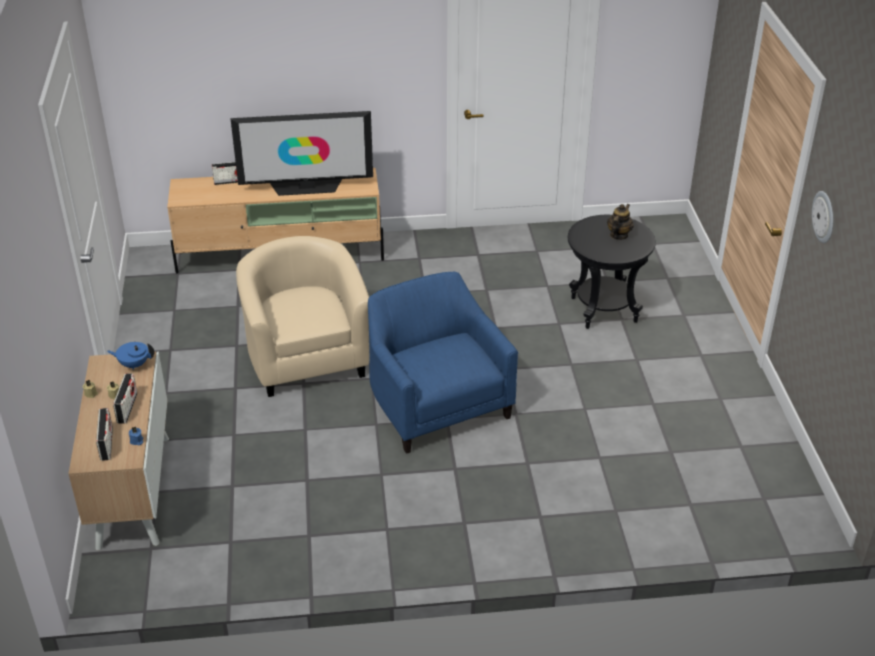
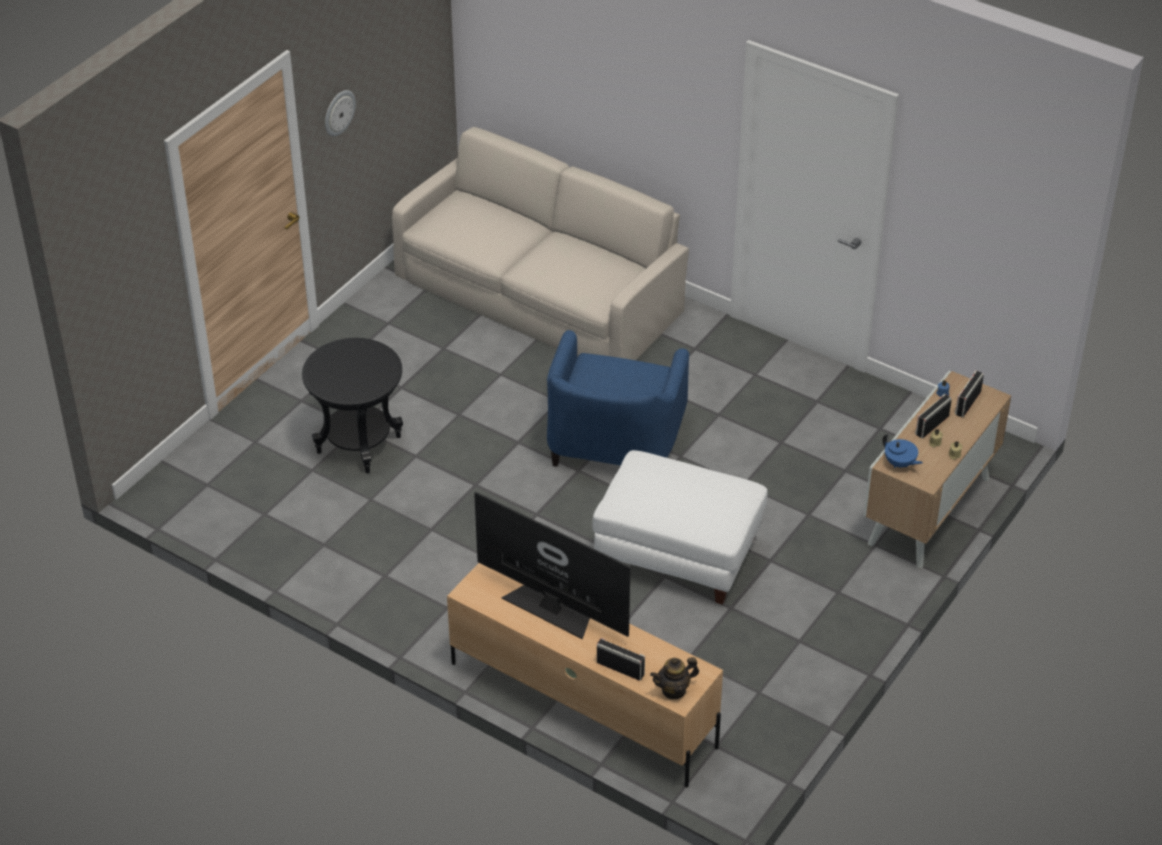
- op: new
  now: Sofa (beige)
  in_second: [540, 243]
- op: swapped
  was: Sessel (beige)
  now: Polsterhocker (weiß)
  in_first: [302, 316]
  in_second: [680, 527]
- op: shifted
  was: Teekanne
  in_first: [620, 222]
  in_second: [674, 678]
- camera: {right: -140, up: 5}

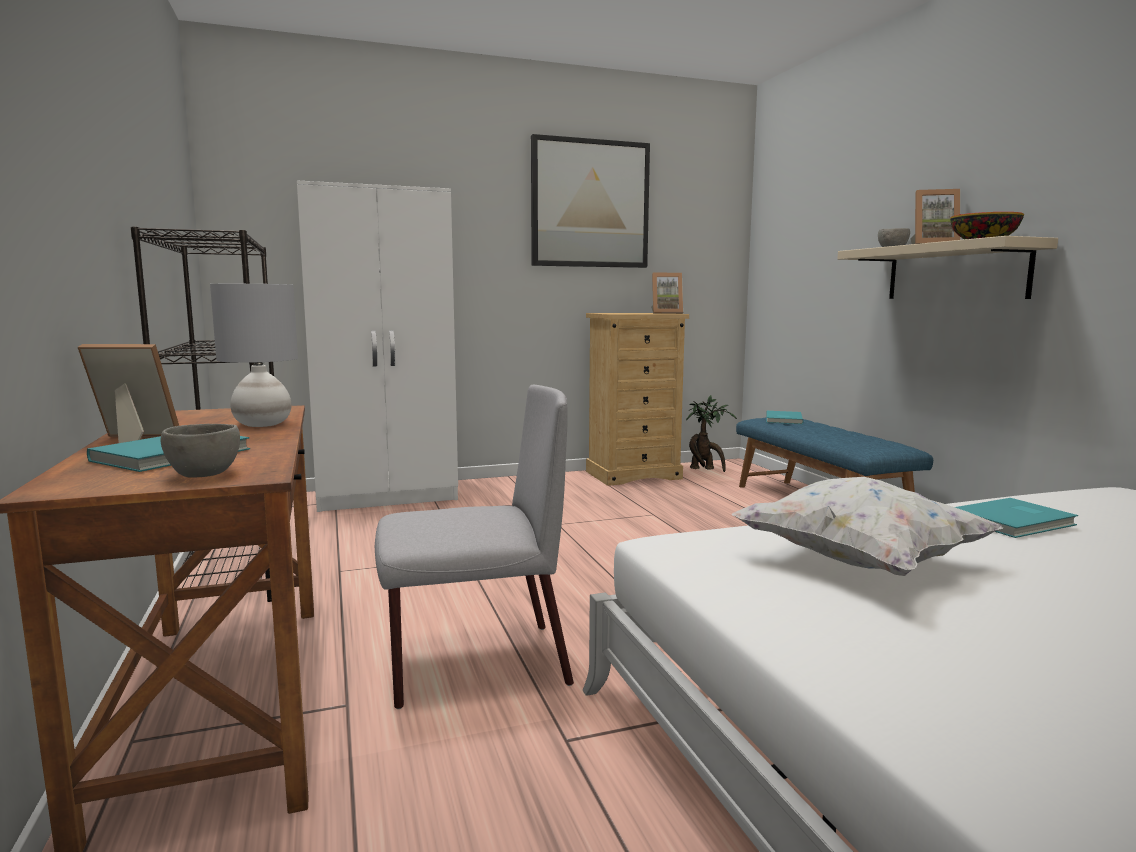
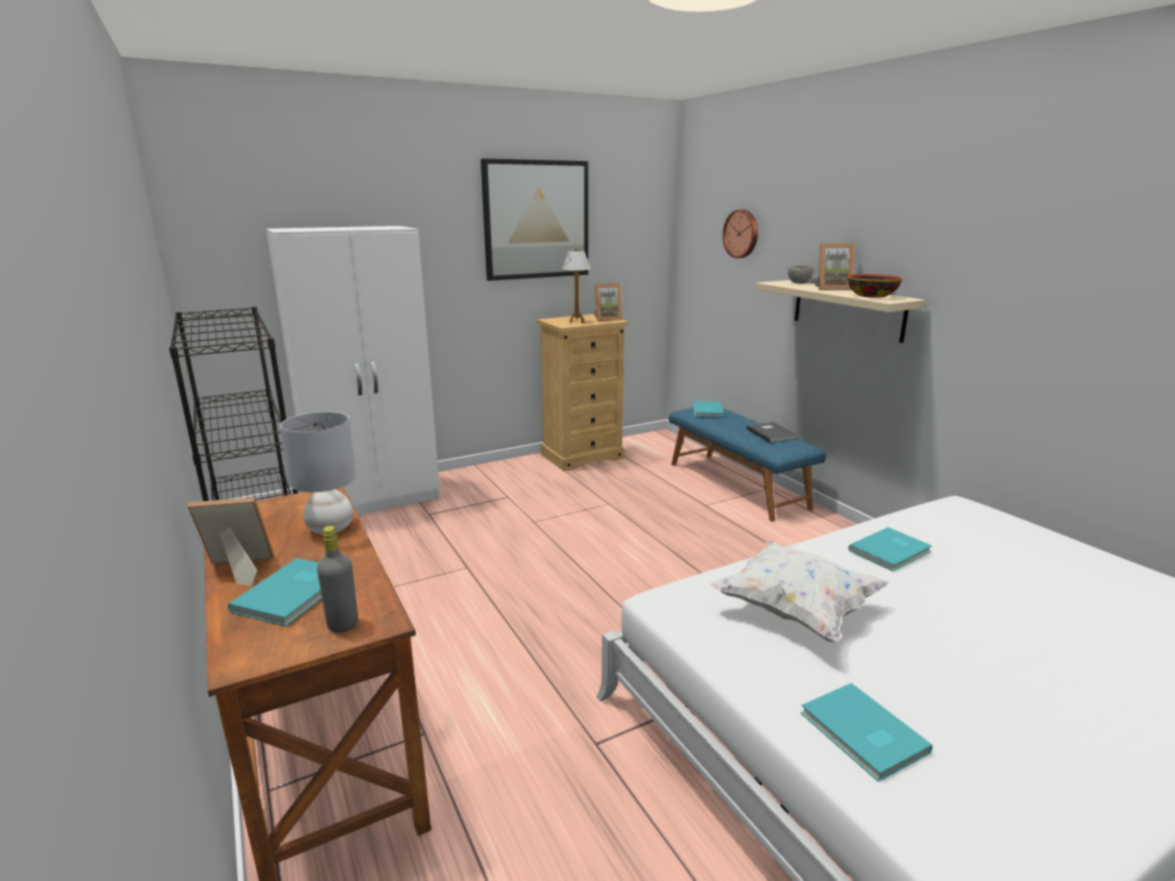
- op: swapped
  was: Schüssel (grau)
  now: Flasche (grau)
  in_first: [200, 451]
  in_second: [337, 579]
- op: new
  now: Tischlampe
  in_second: [576, 285]
- op: new
  now: Wanduhr
  in_second: [740, 234]
- op: new
  now: Buch (grau)
  in_second: [771, 432]
- op: new
  now: Buch (türkis)
  in_second: [866, 732]
- op: gone
  was: Stuhl (grau)
  in_first: [474, 547]
- op: gone
  was: Topfpflanze
  in_first: [711, 433]
- camera: {right: -10, up: 10}

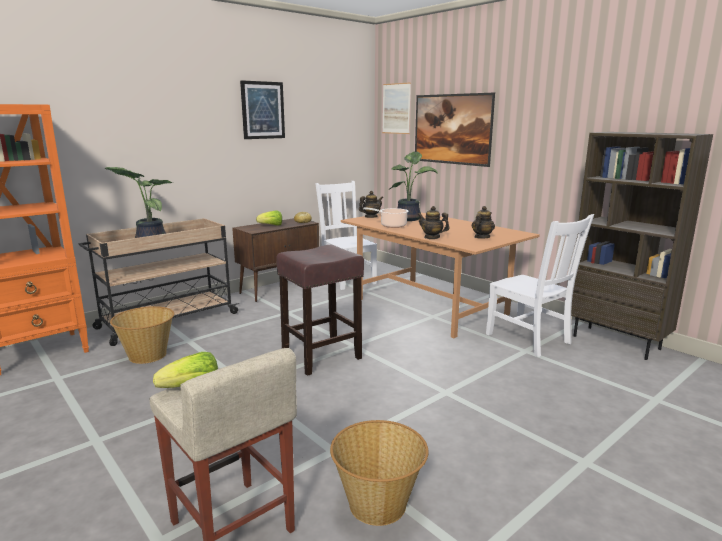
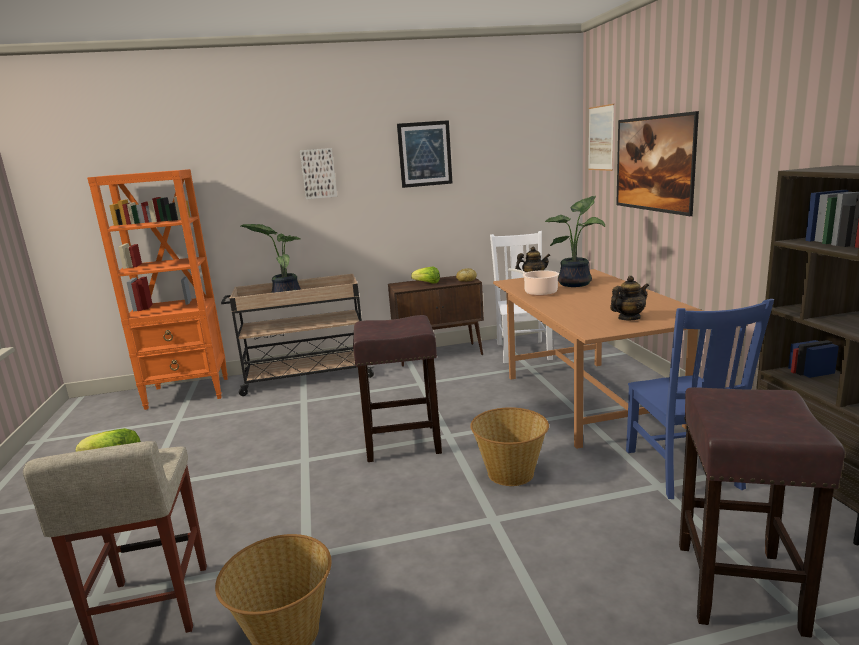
- op: new
  now: Bild
  in_second: [318, 173]
- op: shifted
  was: Korb
  in_first: [142, 335]
  in_second: [509, 446]
- op: repainted
  was: Stuhl (weiß)
  now: Stuhl (blau)
  in_first: [540, 285]
  in_second: [700, 399]
- op: new
  now: Hocker (braun)
  in_second: [762, 512]
- op: gone
  was: Teekanne
  in_first: [433, 222]
- camera: {right: 30, up: 0}

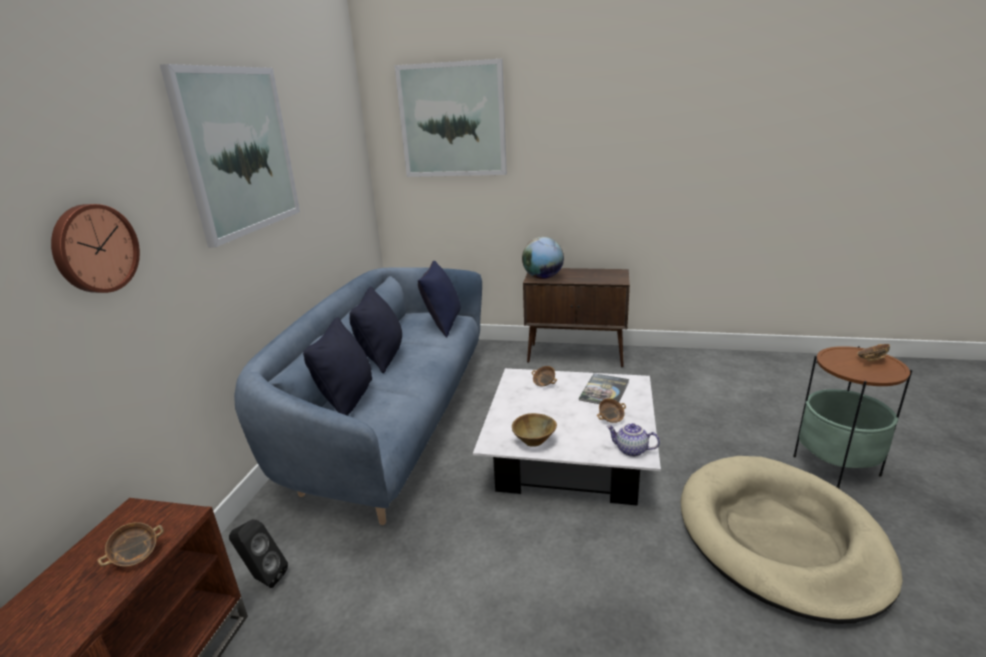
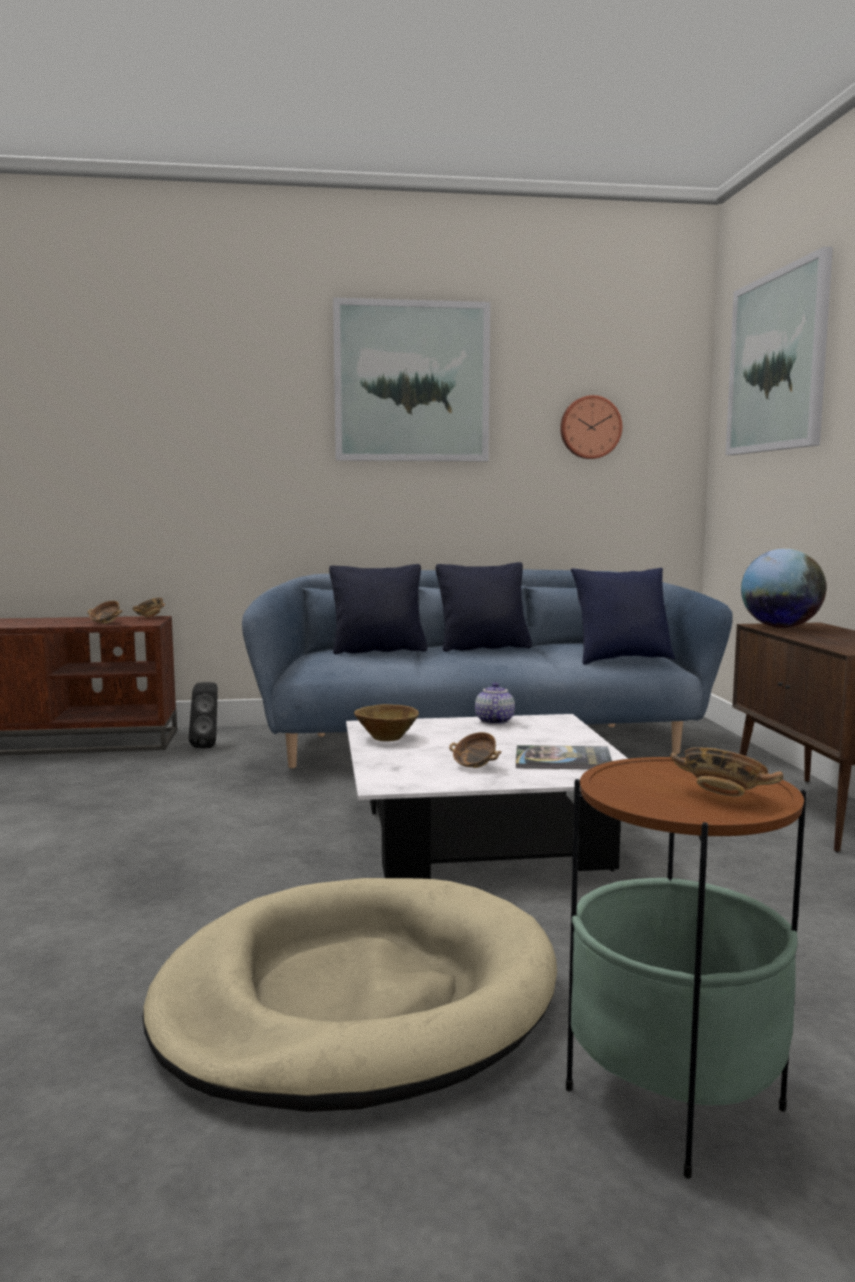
- op: shifted
  was: Schüssel
  in_first: [544, 376]
  in_second: [149, 608]
- op: shifted
  was: Teekanne
  in_first: [633, 440]
  in_second: [495, 703]
- op: shifted
  was: Wanduhr
  in_first: [95, 248]
  in_second: [591, 427]
- camera: {right: 70, up: -15}

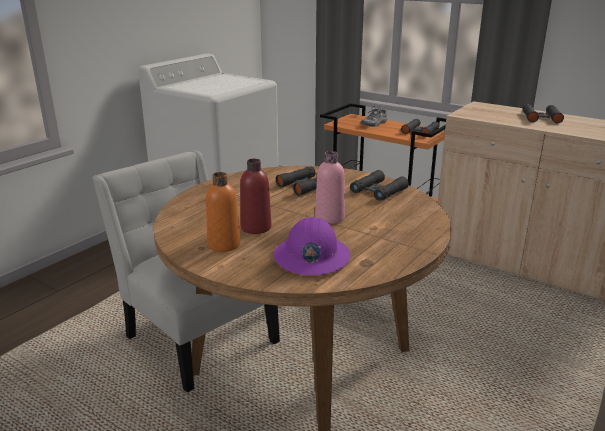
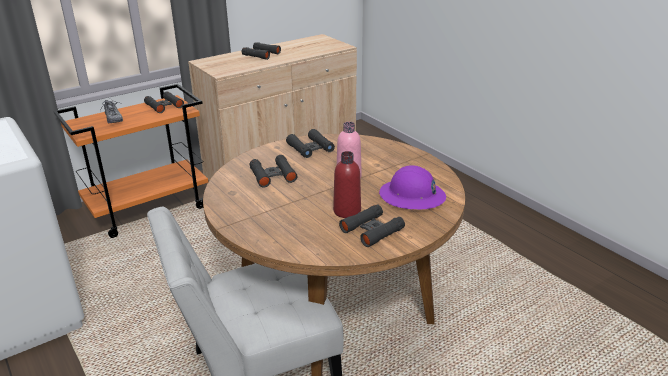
- op: swapped
  was: Flasche (orange)
  now: Fernglas (schwarz)
  in_first: [223, 212]
  in_second: [372, 225]
- camera: {right: -70, up: 5}

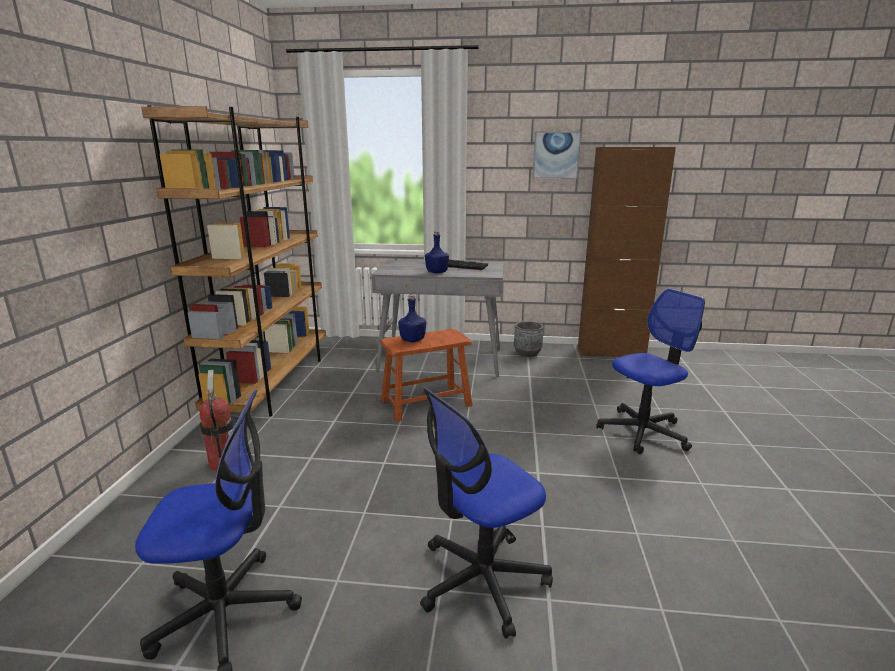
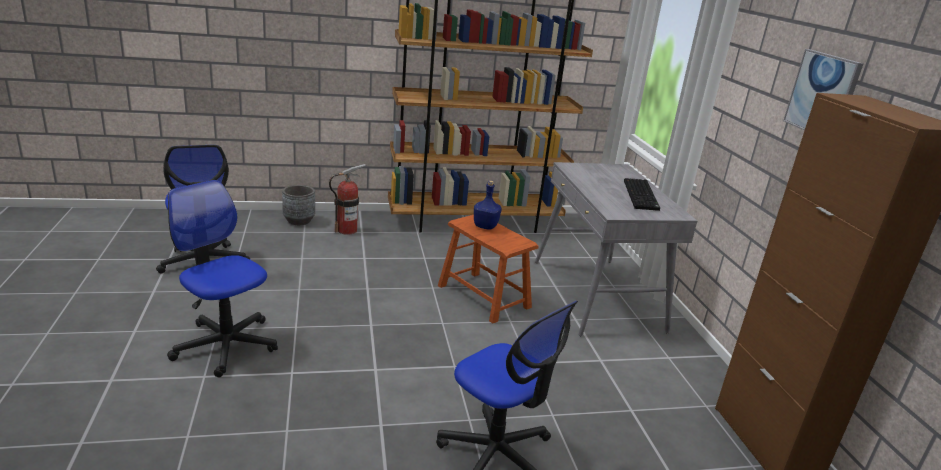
- op: shifted
  was: Pflanzkübel (grau)
  in_first: [529, 339]
  in_second: [298, 205]
- op: gone
  was: Flasche (blau)
  in_first: [437, 252]
- camera: {right: 70, up: 5}

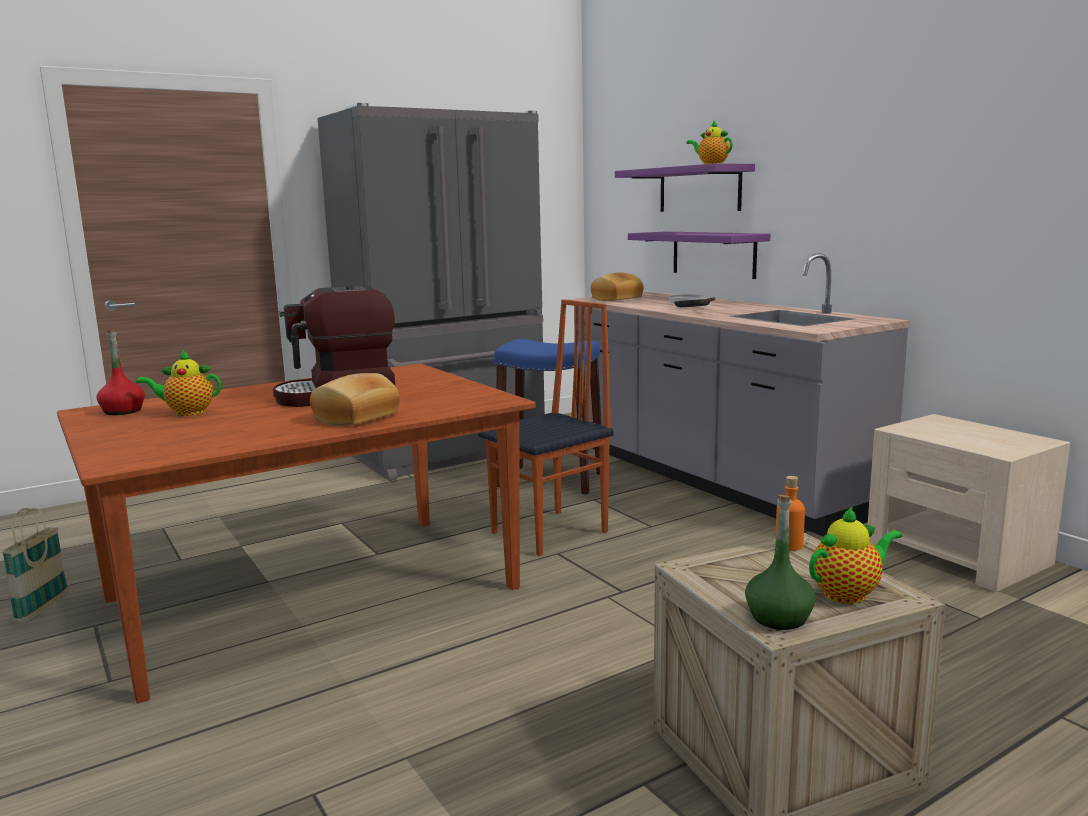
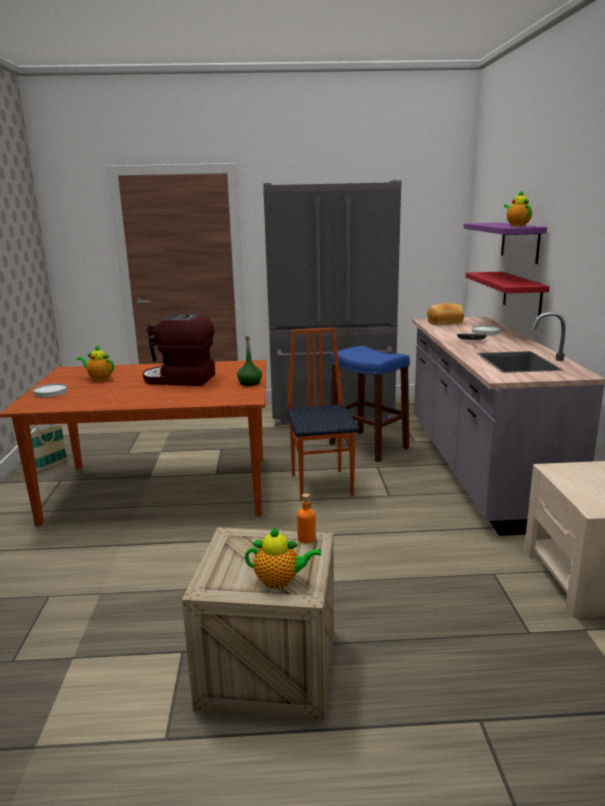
- op: new
  now: Teller (weiß)
  in_second: [50, 390]
- op: shifted
  was: Flasche (grün)
  in_first: [780, 562]
  in_second: [249, 361]
- op: rotated
  was: Stuhl
  in_first: [546, 427]
  in_second: [323, 414]
  clockwise: -90
- op: repainted
  was: Wandregal (lila)
  now: Wandregal (rot)
  in_first: [699, 255]
  in_second: [508, 294]
- op: gone
  was: Flasche (rot)
  in_first: [120, 372]
- op: gone
  was: Brot
  in_first: [355, 399]
- camera: {right: 30, up: 5}

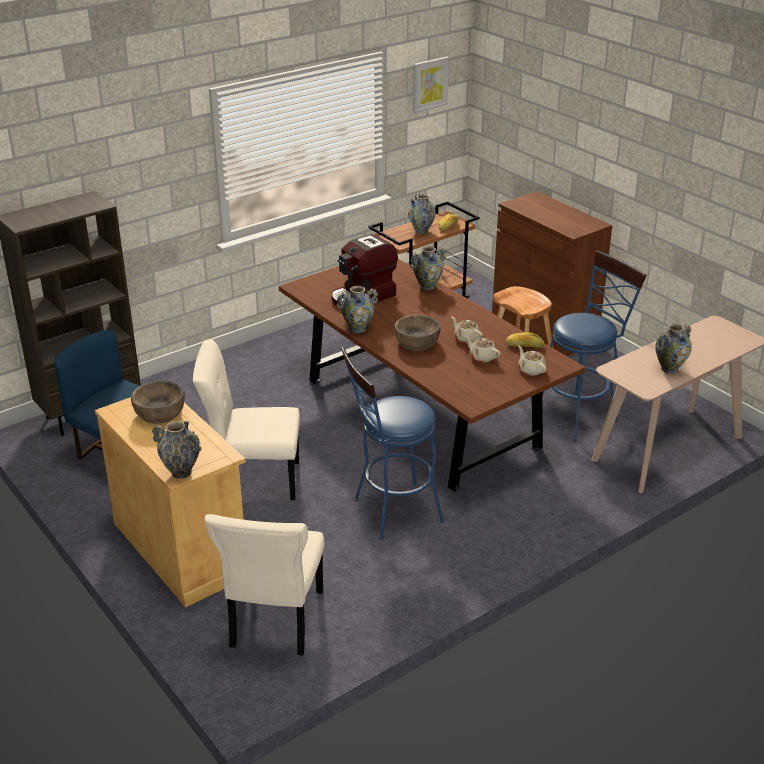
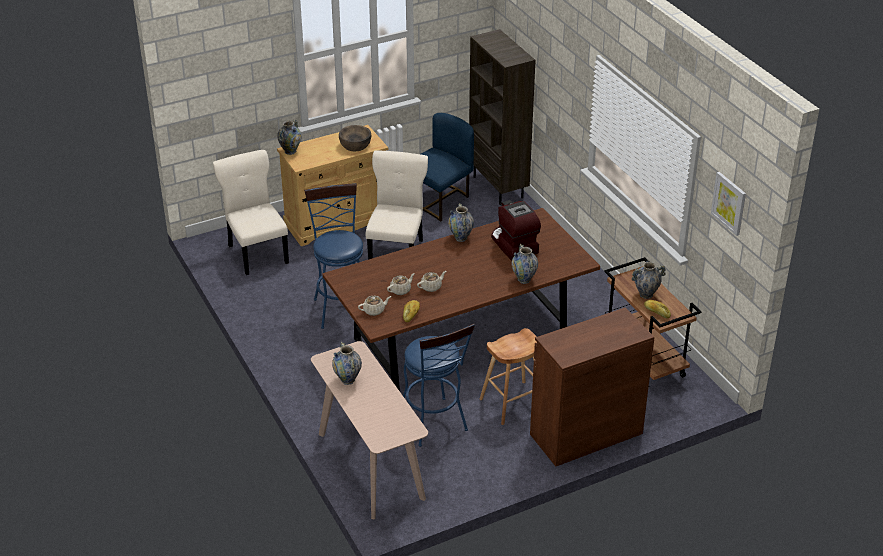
- op: rotated
  was: Stuhl (beige)
  in_first: [265, 585]
  in_second: [251, 212]
  clockwise: 45
- op: gone
  was: Schüssel (braun)
  in_first: [417, 333]
- camera: {right: 100, up: 5}

